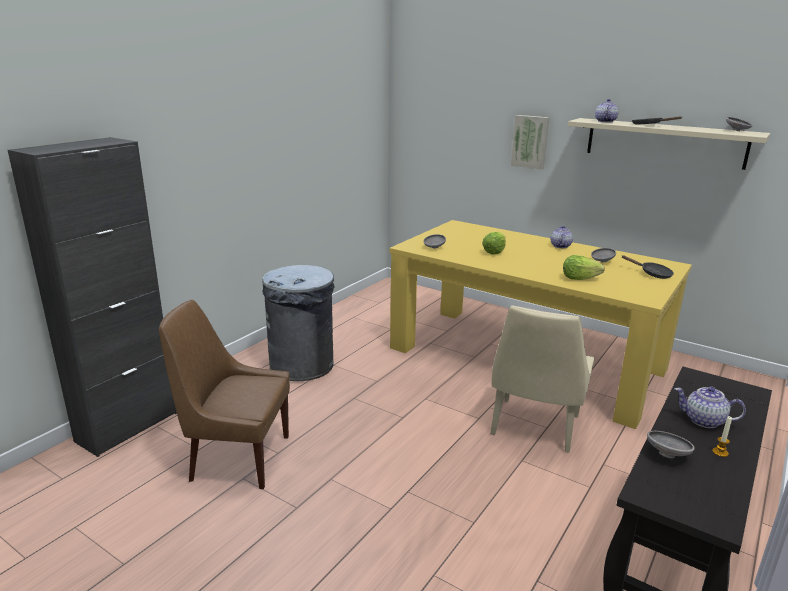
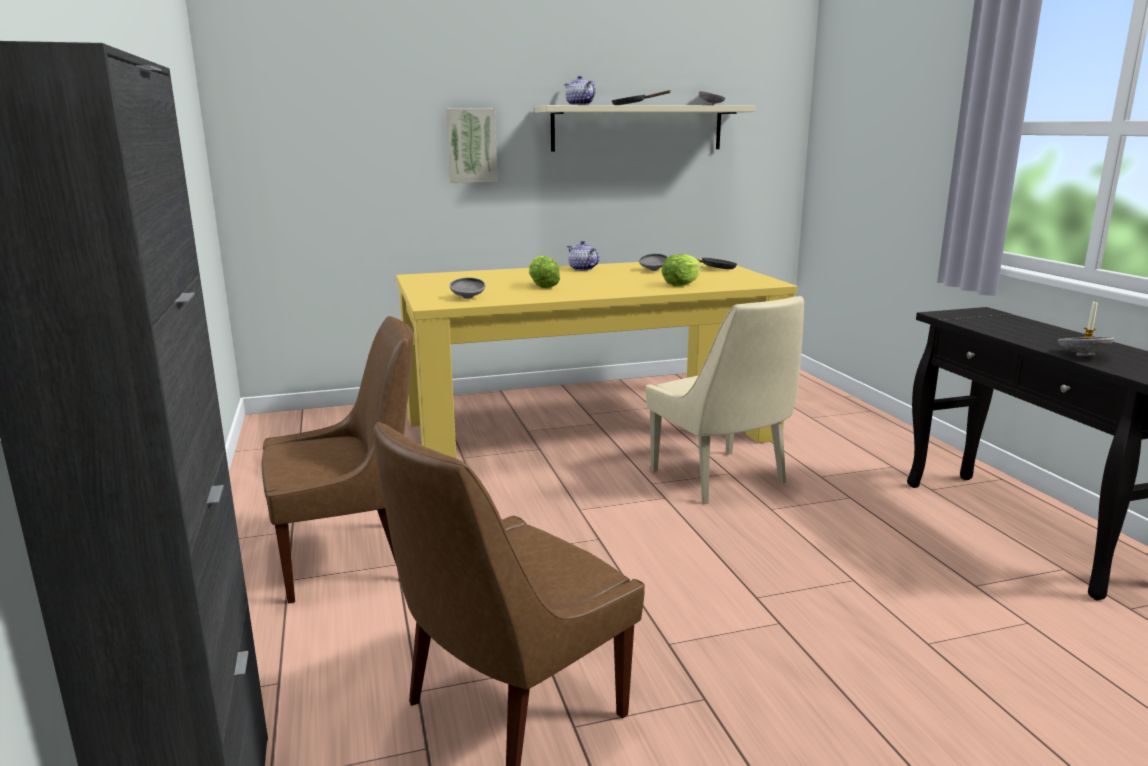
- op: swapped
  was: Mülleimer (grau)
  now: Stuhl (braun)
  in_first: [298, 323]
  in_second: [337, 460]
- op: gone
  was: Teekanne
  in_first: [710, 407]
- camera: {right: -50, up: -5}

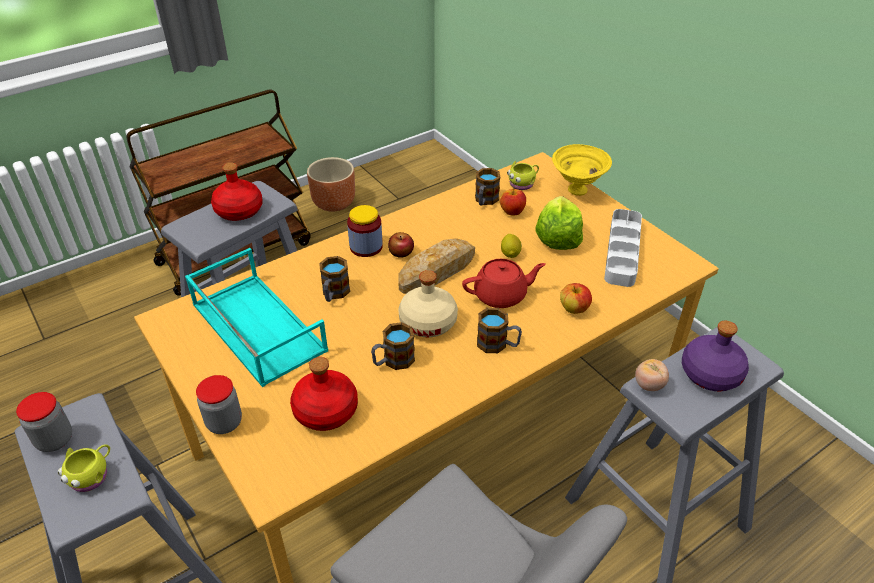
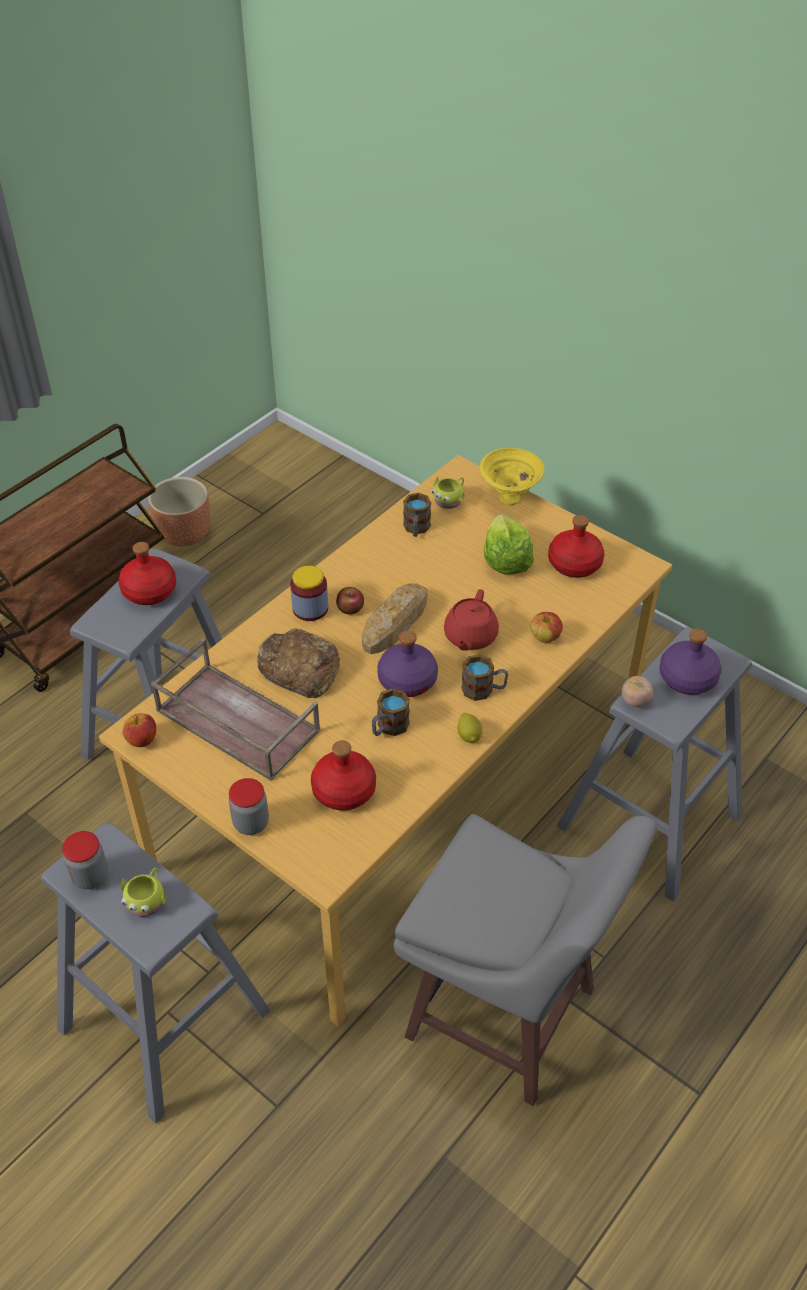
- op: shifted
  was: Apfel
  in_first: [513, 202]
  in_second: [139, 730]
- op: repainted
  was: Tablett (türkis)
  now: Tablett (braun)
  in_first: [256, 317]
  in_second: [235, 709]
- op: swapped
  was: Henkelbecher
  now: Brot
  in_first: [334, 279]
  in_second: [298, 663]
- op: repainted
  was: Flasche (beige)
  now: Flasche (lila)
  in_first: [428, 303]
  in_second: [407, 664]
- op: rotated
  was: Teekanne (rot)
  in_first: [504, 283]
  in_second: [471, 620]
  clockwise: 135
- op: shifted
  was: Zitrone
  in_first: [511, 246]
  in_second: [470, 728]
- op: swapped
  was: Tablett (grau)
  now: Flasche (rot)
  in_first: [623, 248]
  in_second: [577, 546]
- camera: {right: -15, up: 5}

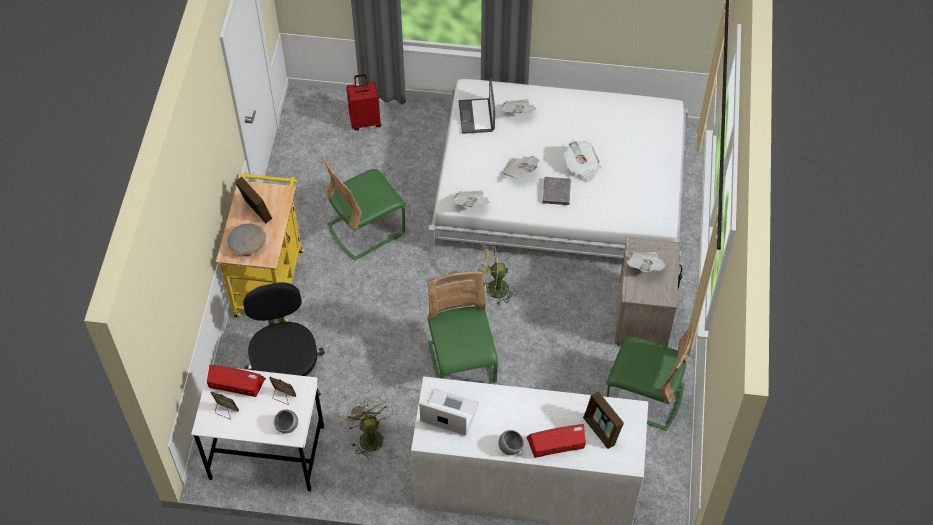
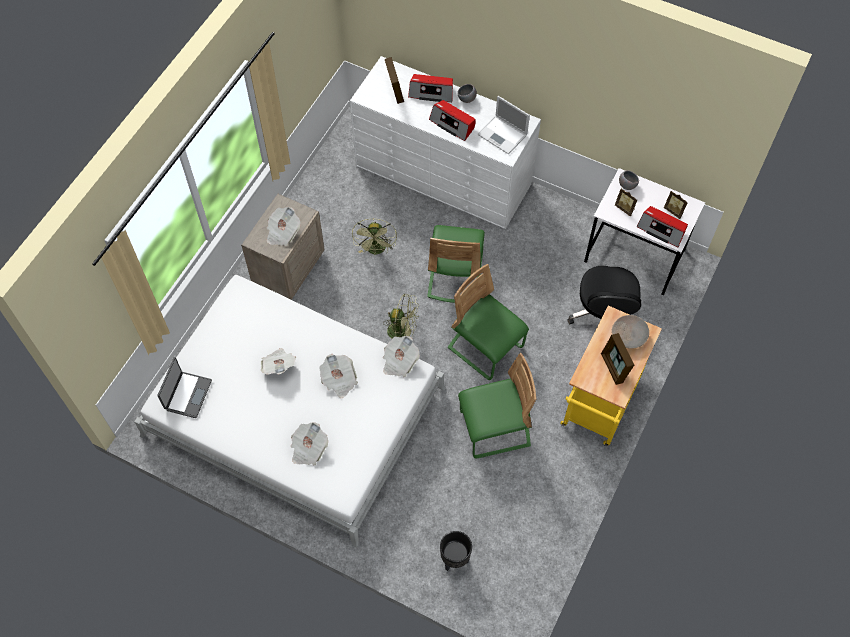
- op: shifted
  was: Laptop
  in_first: [477, 106]
  in_second: [185, 387]
- op: shifted
  was: Ventilator (grün)
  in_first: [367, 428]
  in_second: [374, 237]
- op: new
  now: Radio
  in_second: [452, 120]
- op: swapped
  was: Koffer (rot)
  now: Pflanzkübel (schwarz)
  in_first: [363, 102]
  in_second: [456, 551]
- op: shifted
  was: Stuhl (grün)
  in_first: [650, 377]
  in_second: [488, 322]
- op: gone
  was: Buch (grau)
  in_first: [557, 191]
- camera: {right: -160, up: 5}

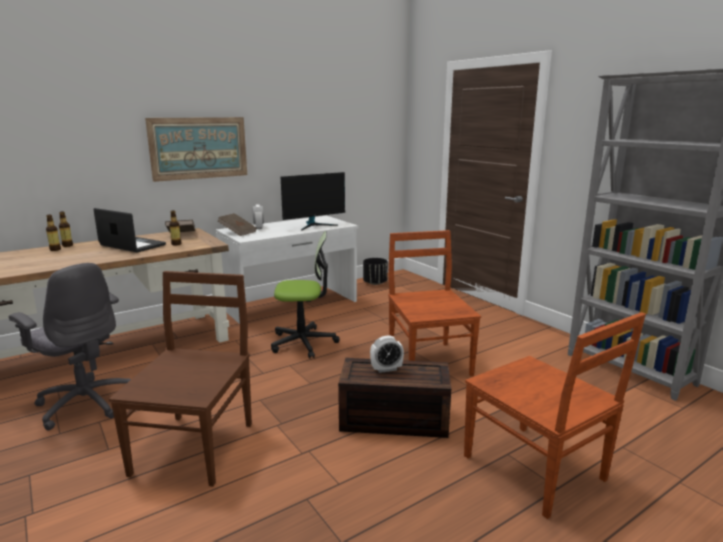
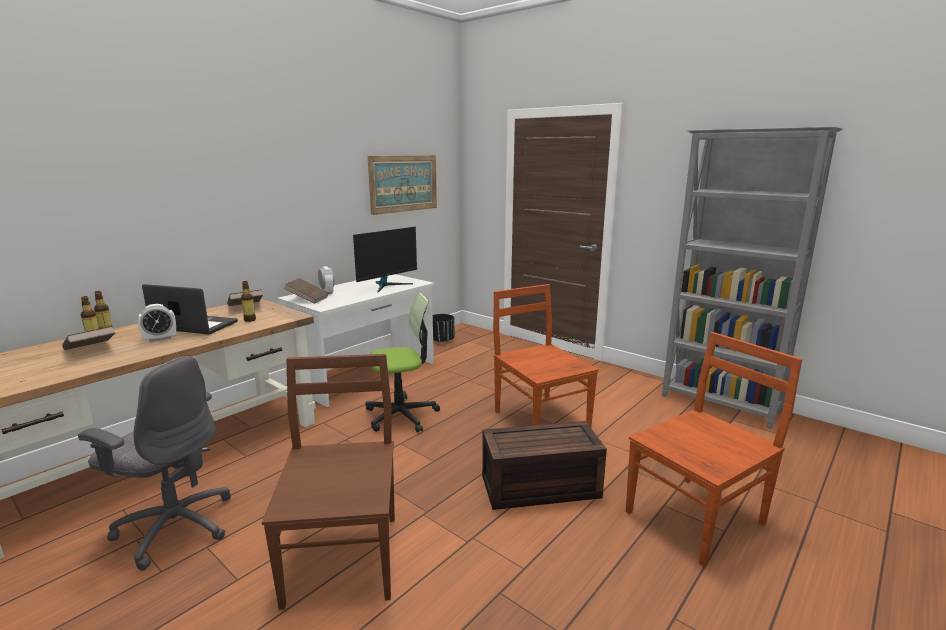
- op: new
  now: Buch (braun)
  in_second: [88, 338]
- op: shifted
  was: Wecker
  in_first: [387, 354]
  in_second: [157, 323]
- op: shifted
  was: Bild
  in_first: [196, 149]
  in_second: [402, 185]
- op: rotated
  was: Stuhl (braun)
  in_first: [555, 415]
  in_second: [714, 449]
  clockwise: -75
- camera: {right: -15, up: 0}

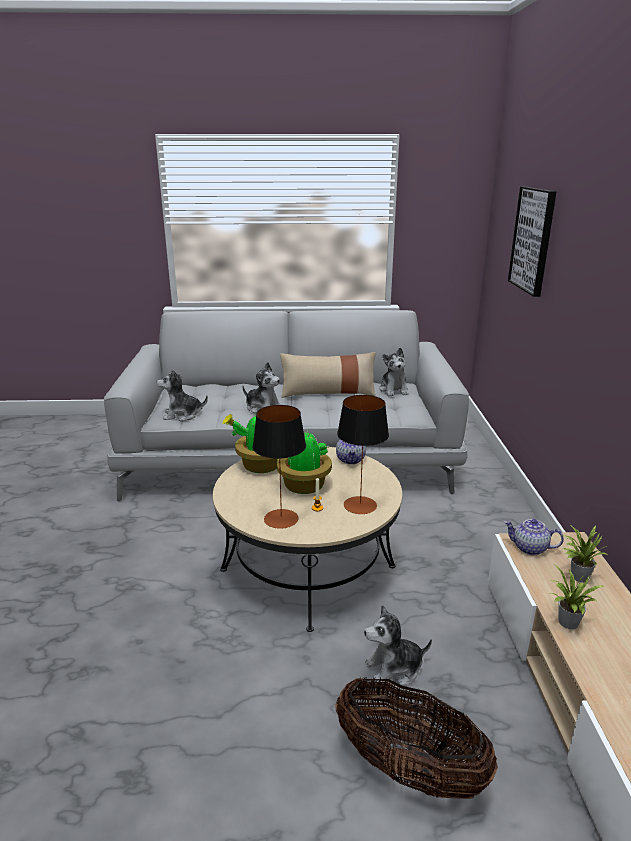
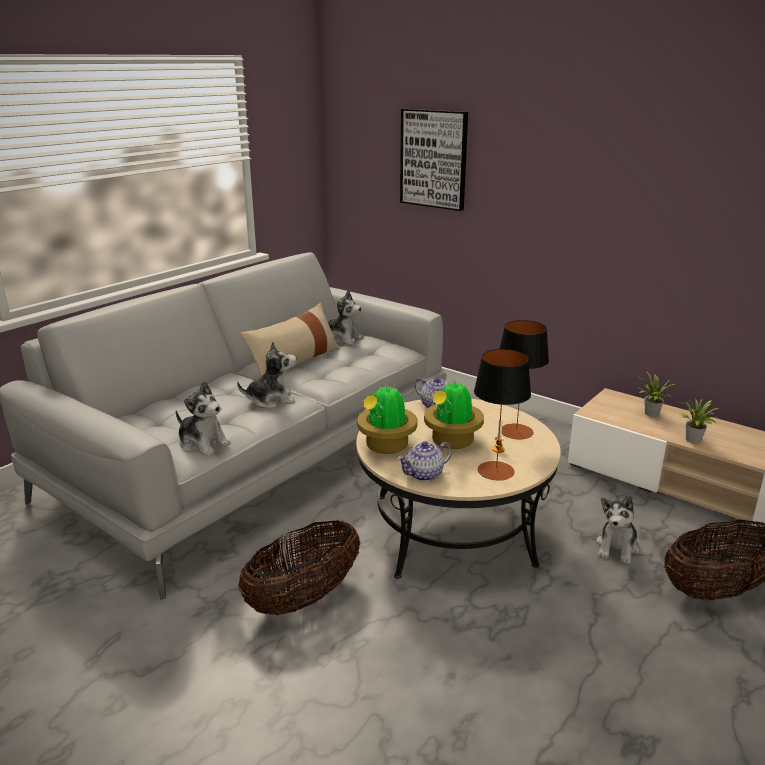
- op: rotated
  was: Plüschtier
  in_first: [182, 395]
  in_second: [203, 418]
  clockwise: -90
- op: new
  now: Korb
  in_second: [299, 567]
- op: shifted
  was: Teekanne
  in_first: [534, 537]
  in_second: [424, 461]
- camera: {right: -50, up: 0}

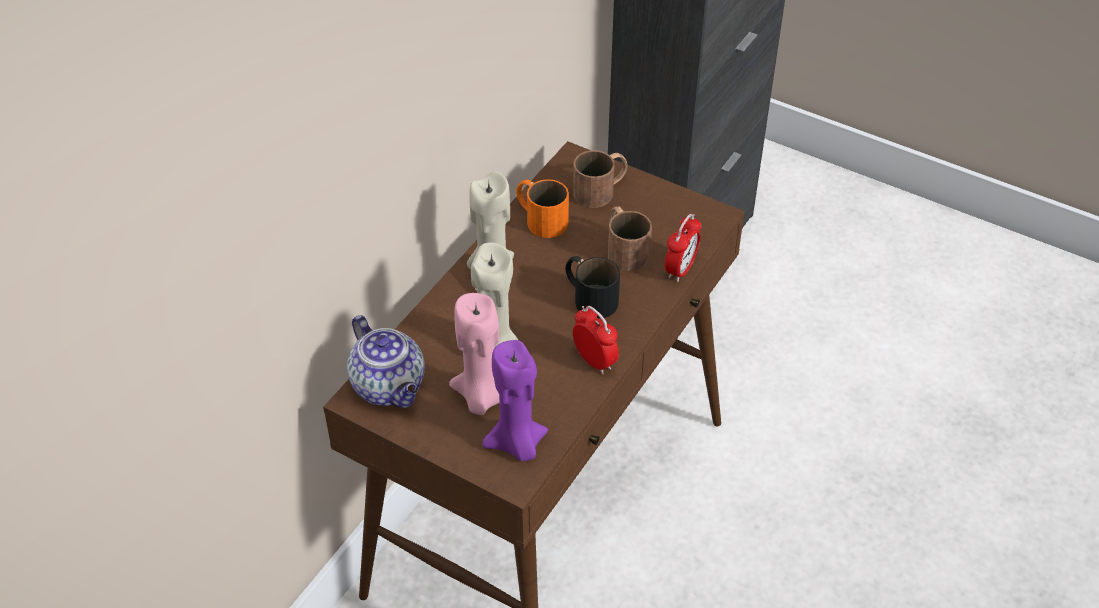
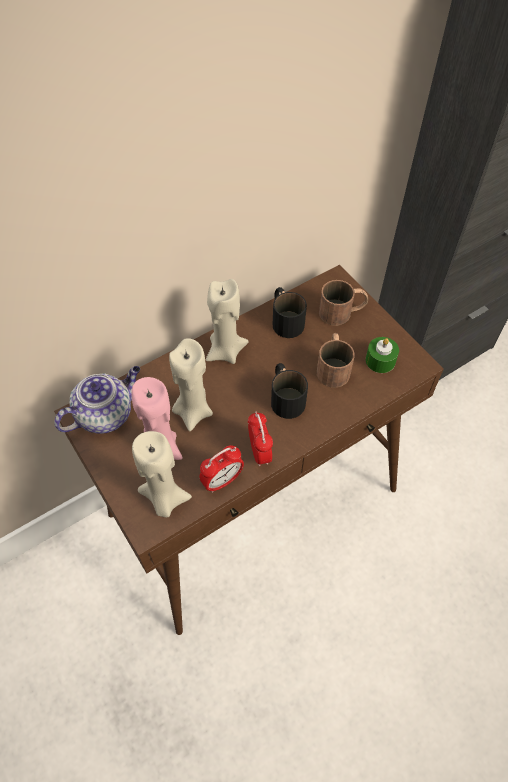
- op: rotated
  was: Teekanne
  in_first: [386, 361]
  in_second: [97, 400]
  clockwise: -120
- op: repainted
  was: Kerze (lila)
  now: Kerze (beige)
  in_first: [515, 400]
  in_second: [162, 474]
- op: shifted
  was: Wecker
  in_first: [683, 248]
  in_second: [221, 469]
- op: repainted
  was: Henkelbecher (orange)
  now: Henkelbecher (schwarz)
  in_first: [542, 208]
  in_second: [290, 312]
- op: new
  now: Kerze (grün)
  in_second: [382, 355]
- camera: {right: 25, up: 10}

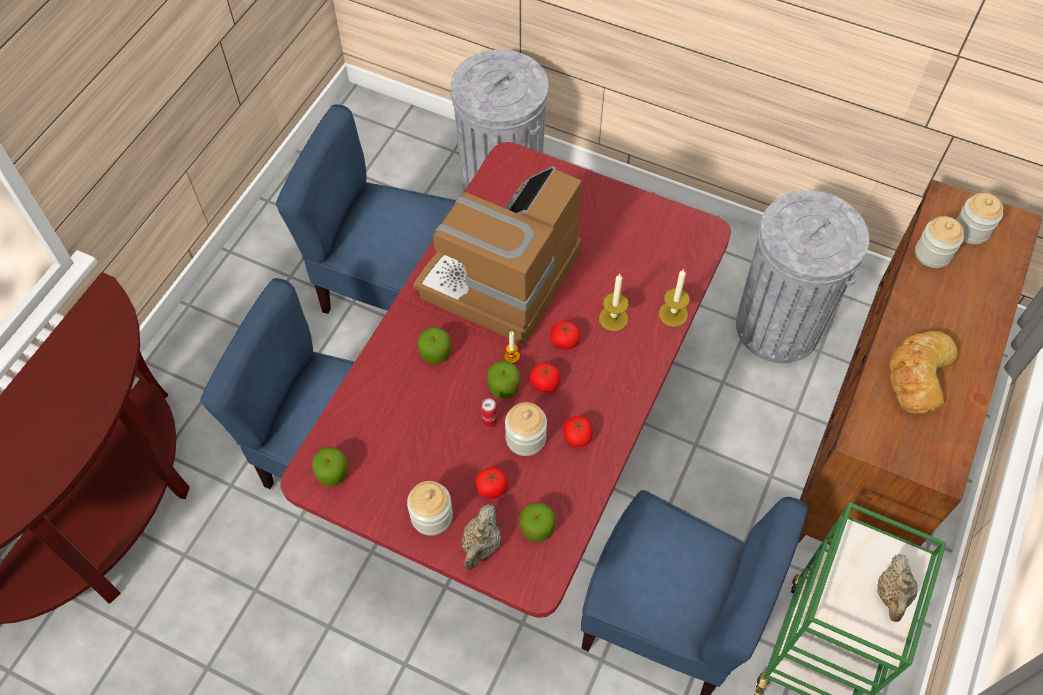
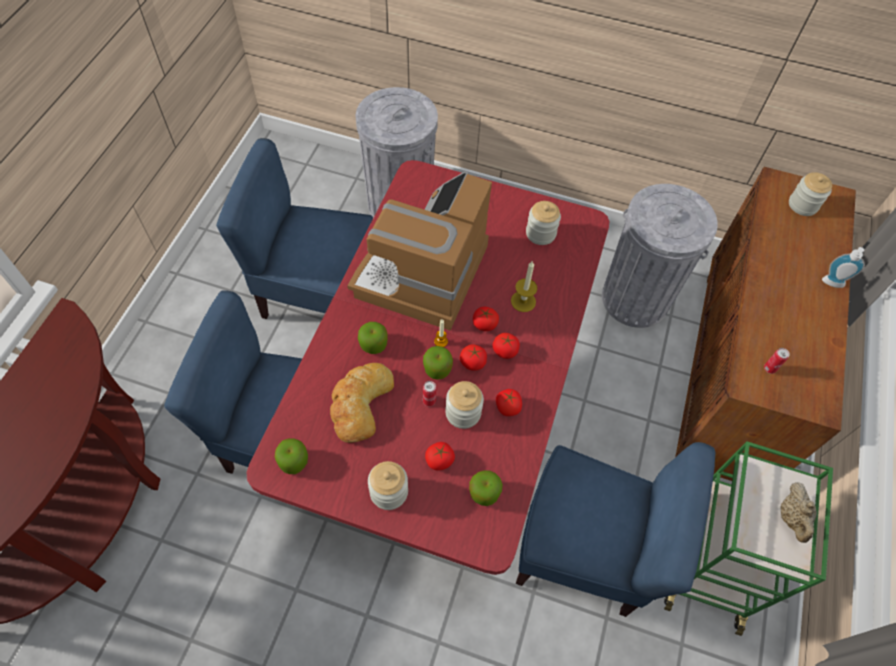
- op: shifted
  was: Brot
  in_first: [923, 372]
  in_second: [362, 403]
- op: new
  now: Tomate
  in_second: [506, 346]
- op: shifted
  was: Vorratsglas
  in_first: [939, 242]
  in_second: [543, 223]
- op: new
  now: Dose
  in_second: [777, 361]
- op: new
  now: Seifenspender
  in_second: [843, 267]
- op: gone
  was: Teekanne (beige)
  in_first: [481, 537]
- op: gone
  was: Kerze
  in_first: [674, 298]
- camera: {right: -10, up: 0}

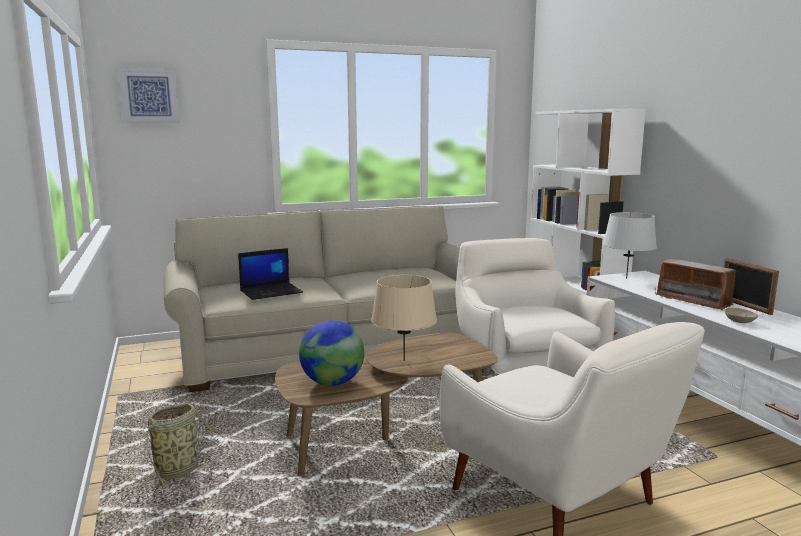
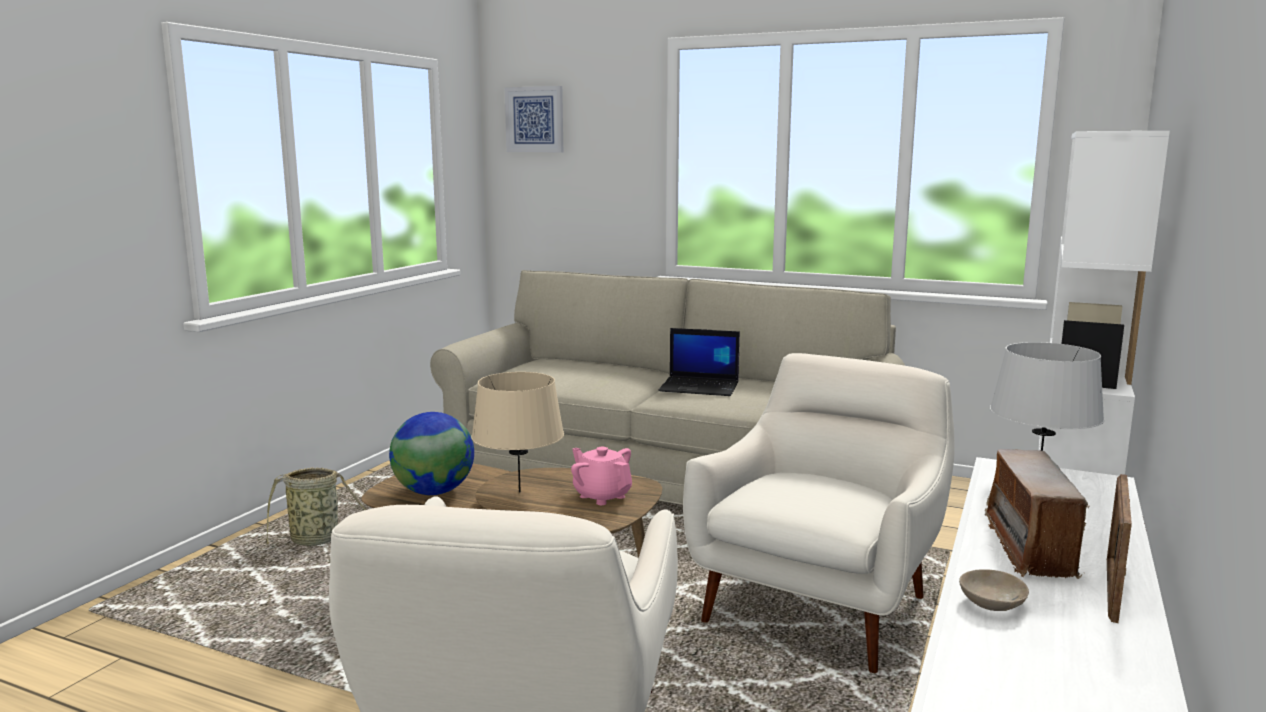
- op: new
  now: Teekanne (rosa)
  in_second: [601, 476]
- op: shifted
  was: Laptop
  in_first: [270, 274]
  in_second: [699, 362]
- camera: {right: 45, up: 0}

